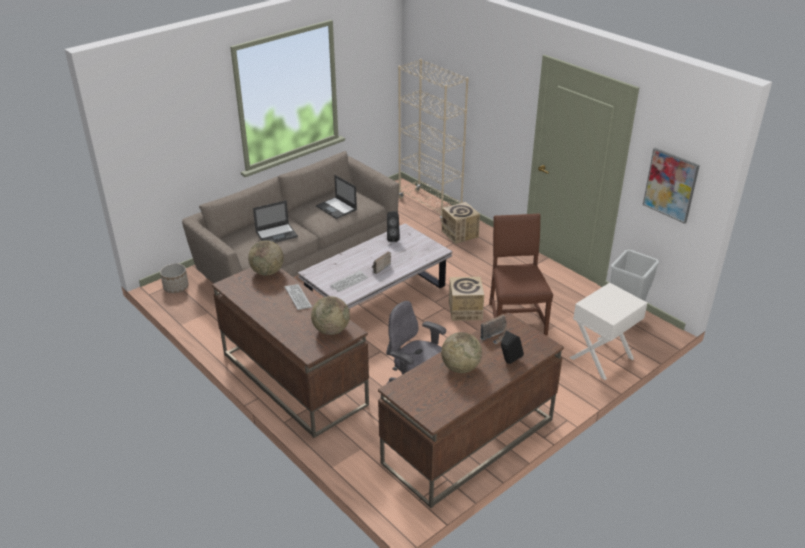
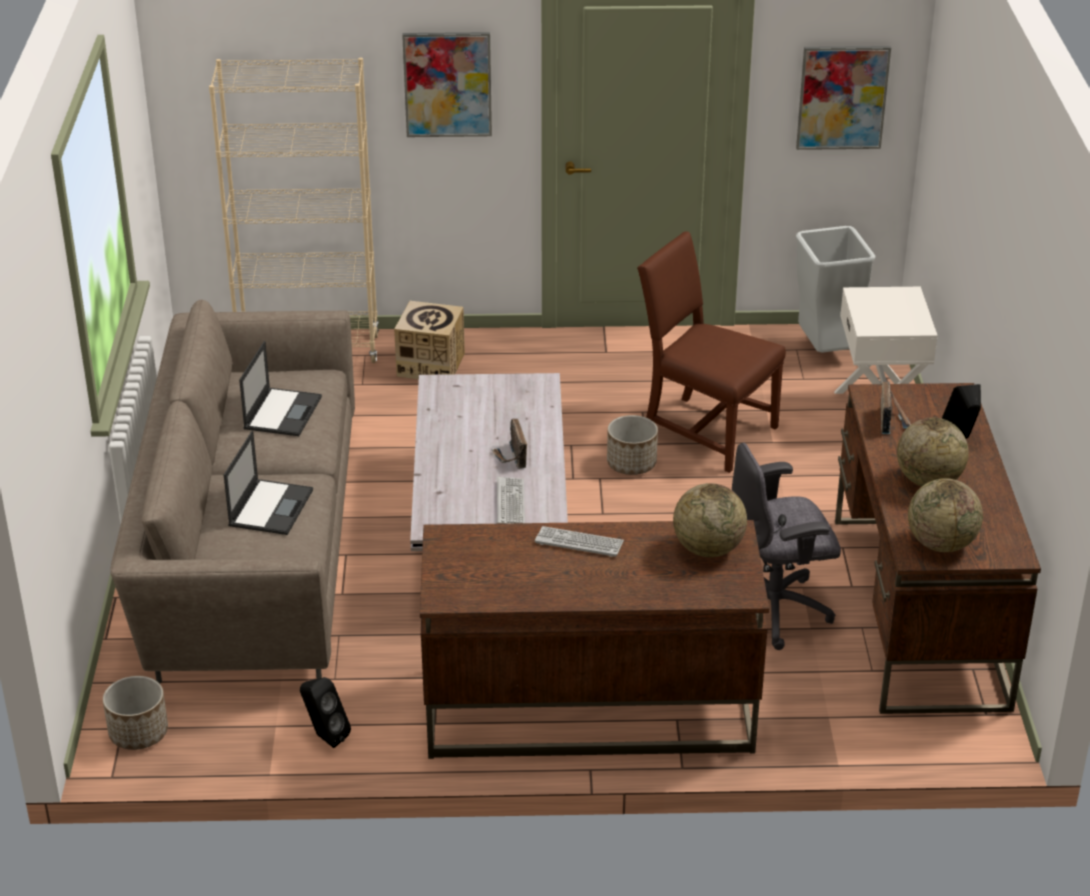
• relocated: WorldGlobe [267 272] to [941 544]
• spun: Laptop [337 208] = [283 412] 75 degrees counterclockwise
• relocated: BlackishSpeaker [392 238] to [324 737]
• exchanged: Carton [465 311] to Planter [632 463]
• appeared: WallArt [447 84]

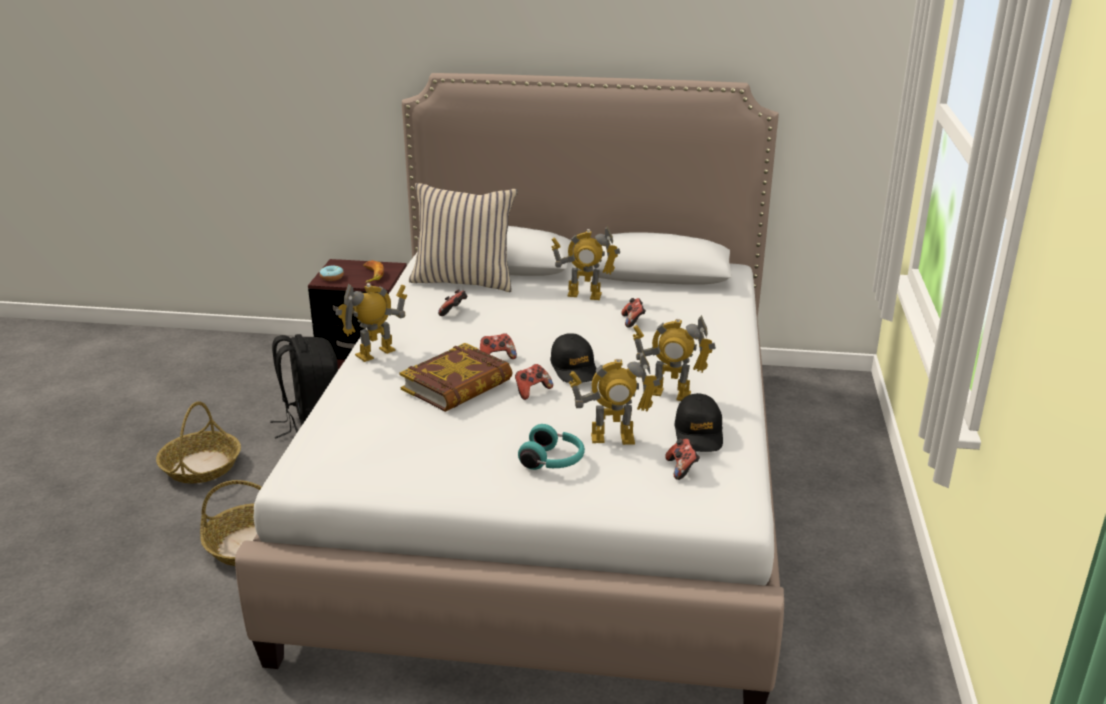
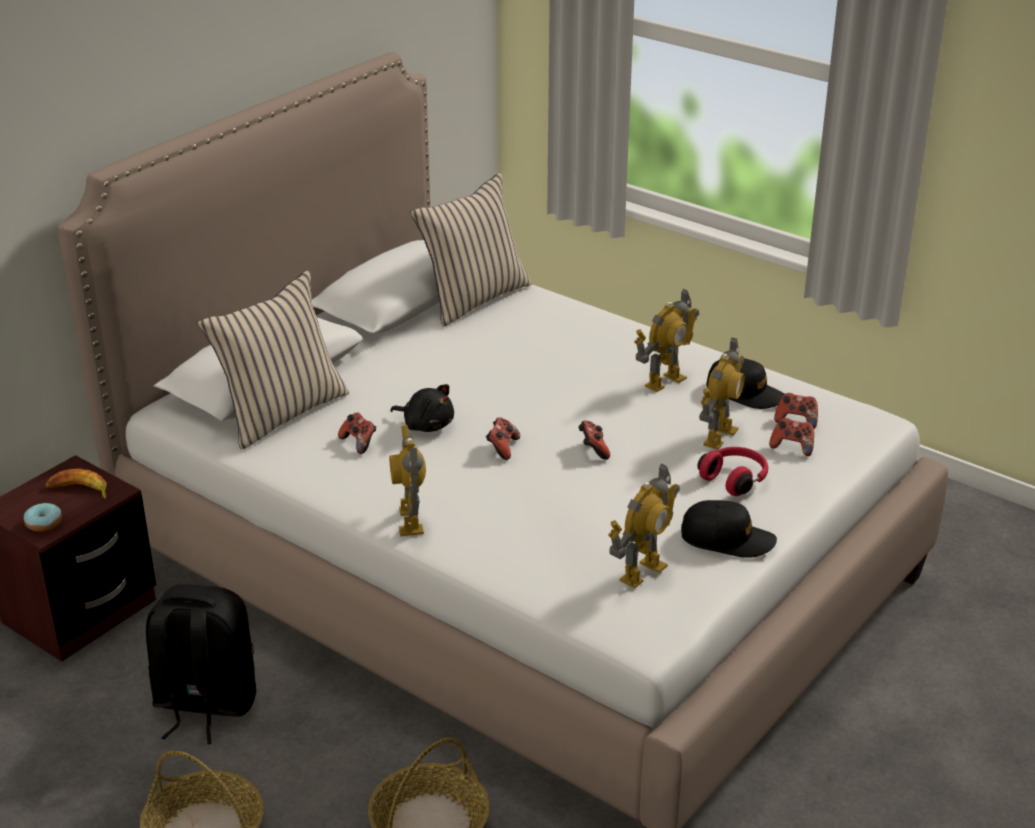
• missing: BoundBook [457 385]
• colour: TurquoiseColouredHeadphones [553 461] to ReddishHeadphones [735 479]
• relocated: BlackishCap [574 368] to [727 539]
• relocated: ToyRobot [584 295] to [642 572]
• relocated: Gamepad [633 321] to [792 447]
• appeared: BlackishPlushToy [426 425]
• appeared: SandColouredPillow [473 299]

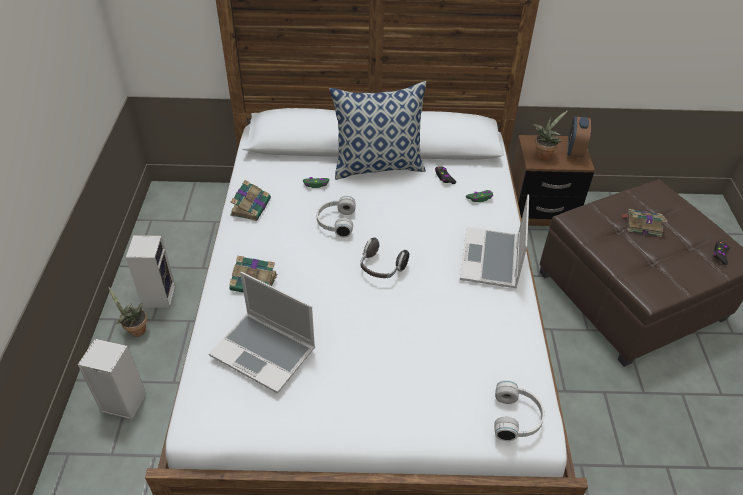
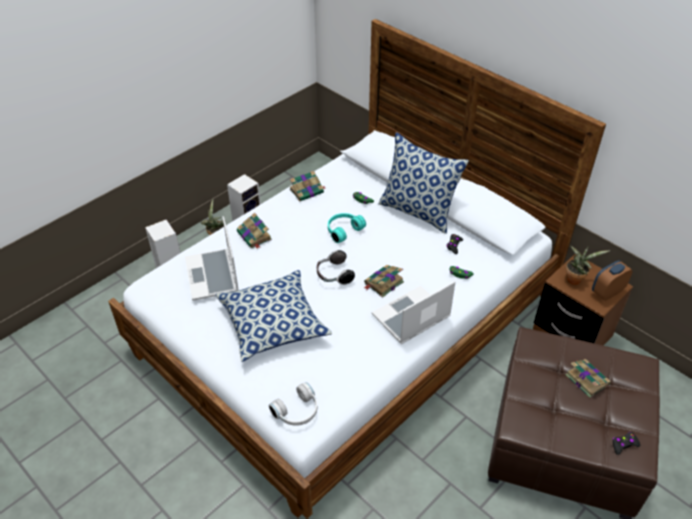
• colour: WhitishHeadphones [335 222] to TurquoiseColouredHeadphones [343 230]
• appeared: Pillow [273 324]
• appeared: BoundBook [383 283]

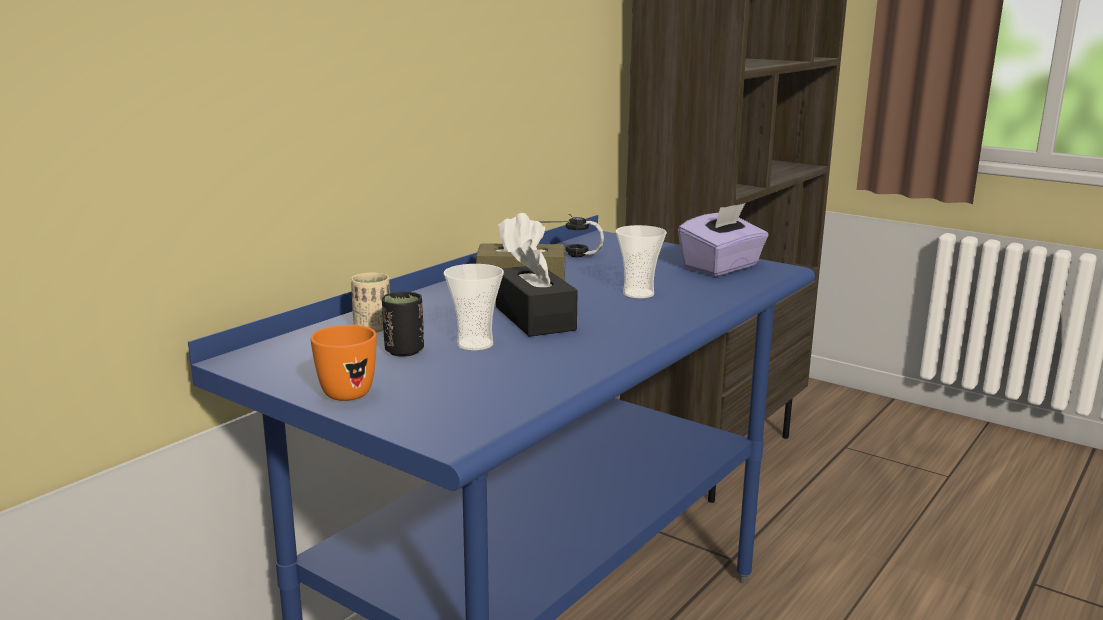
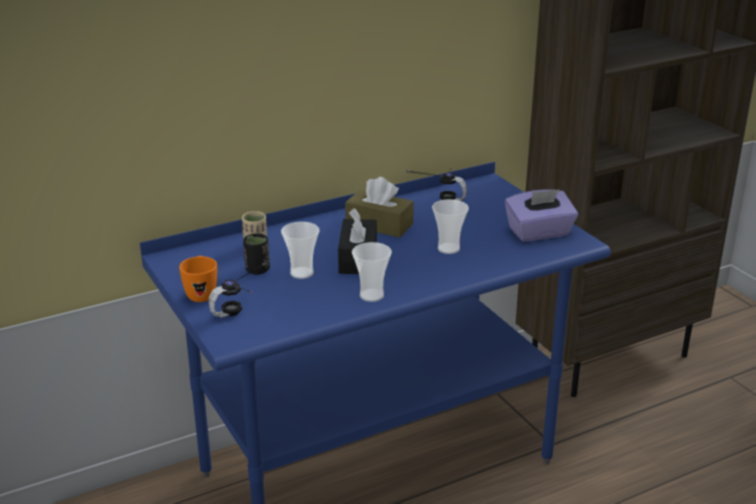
• appeared: Headphones [247 311]
• appeared: SmallCup [371 295]

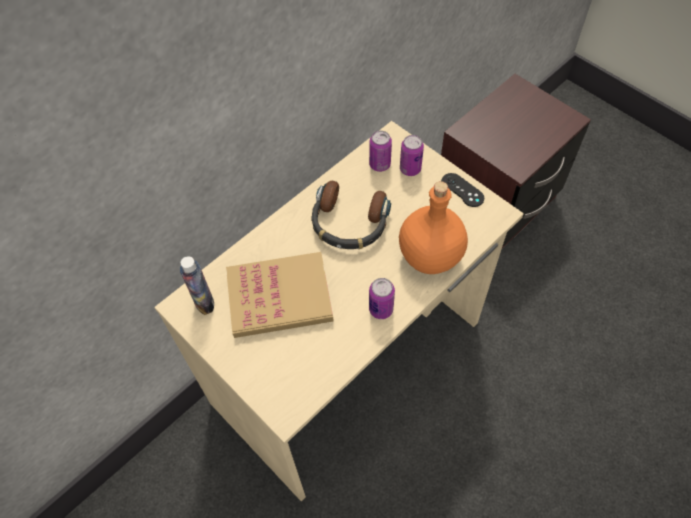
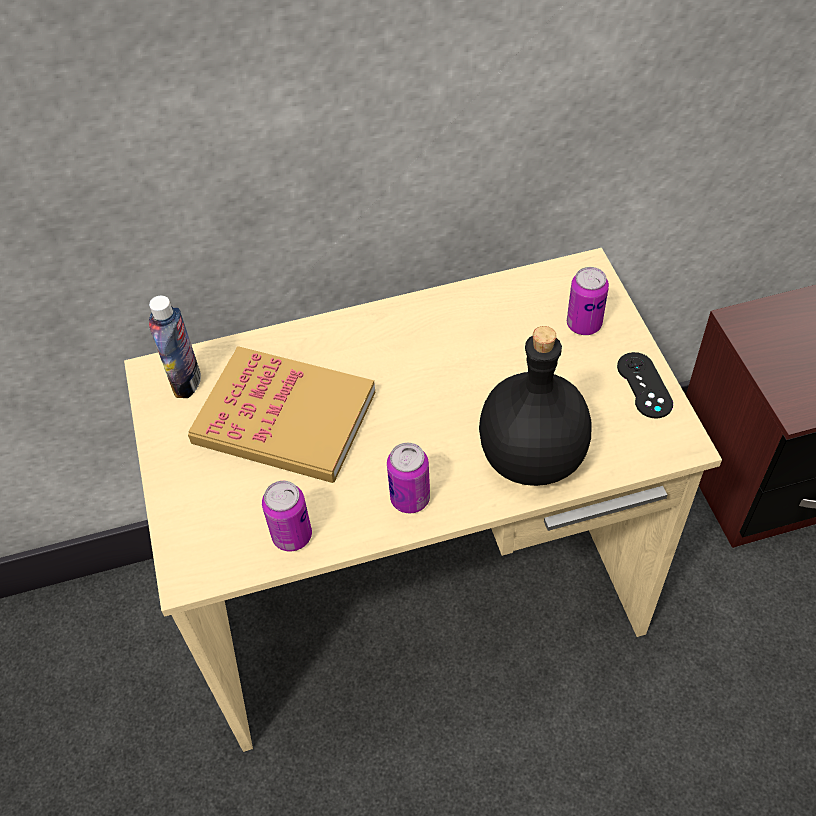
• missing: Headphones [349 223]
• relocated: MetalCan [379 164] to [292 536]
• colour: OrangeBottle [430 255] to BlackishBottle [532 456]

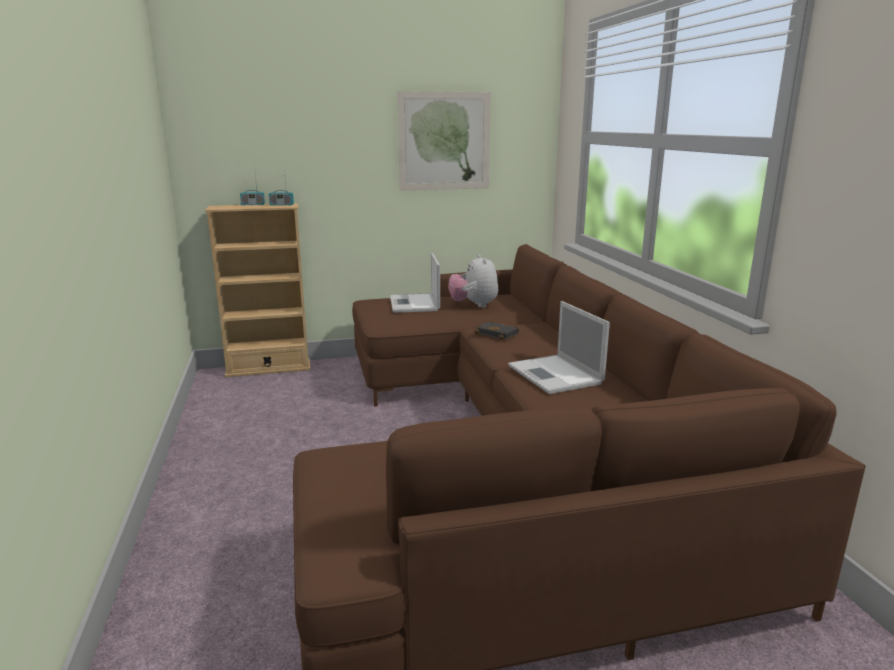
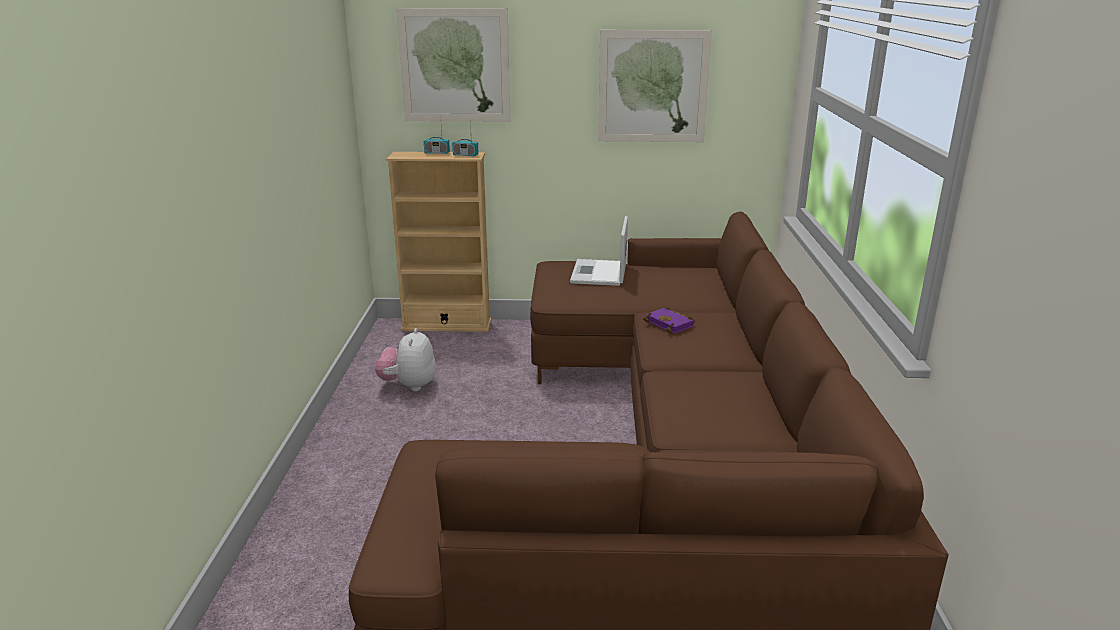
• relocated: PlushToy [474 305] to [409 386]
• colour: BlackishBoundBook [498 334] to PurpleColouredBoundBook [671 324]
• missing: Laptop [556 375]
• appeared: WallArt [455 66]

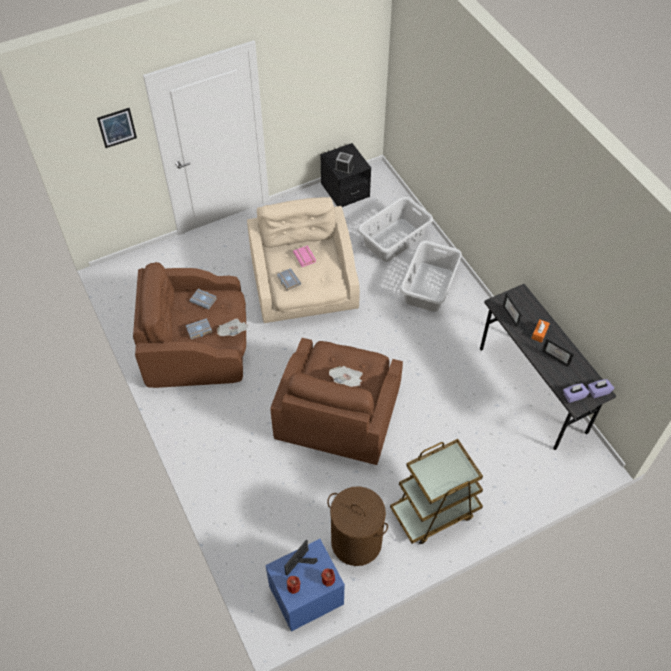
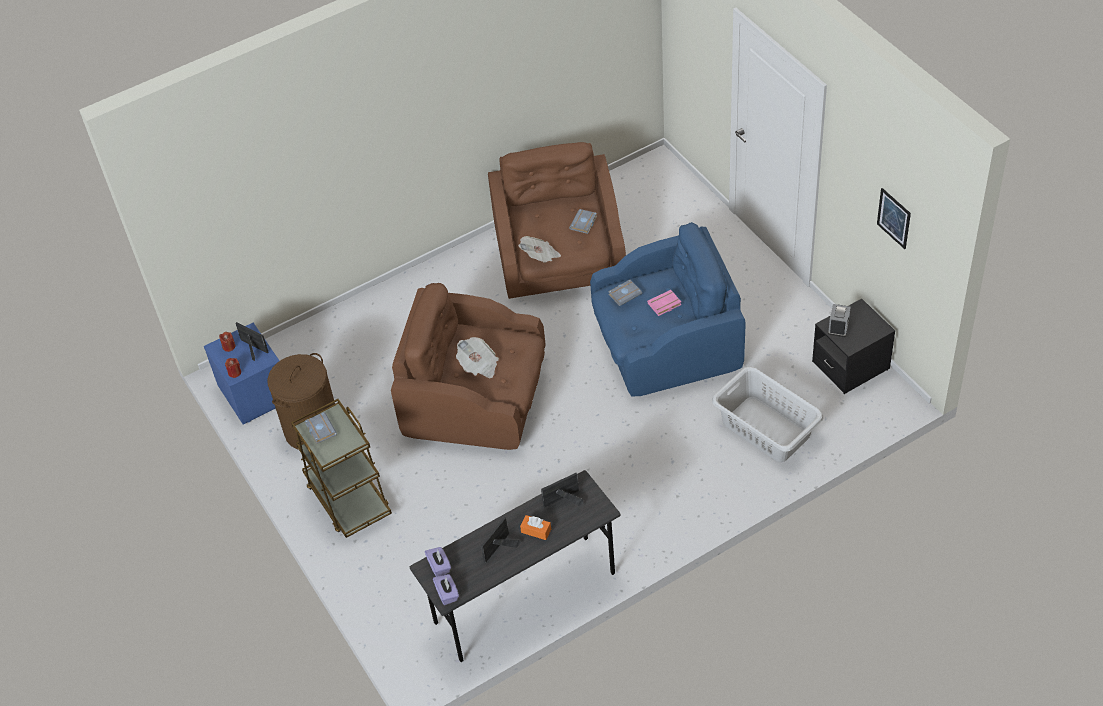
• relocated: WallArt [117 127] to [894 218]
• relocated: GreyishBoundBook [198 330] to [320 429]
• colour: SandColouredEasyChair [304 287] to BlueColouredEasyChair [664 342]
• missing: GreyishLaundryBasket [428 287]

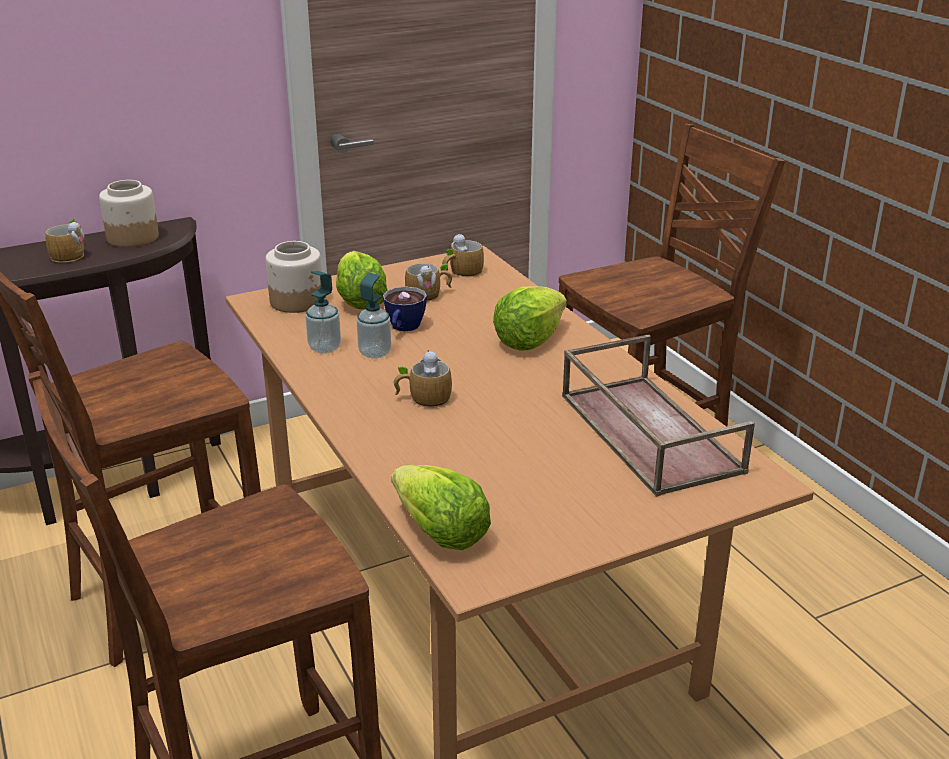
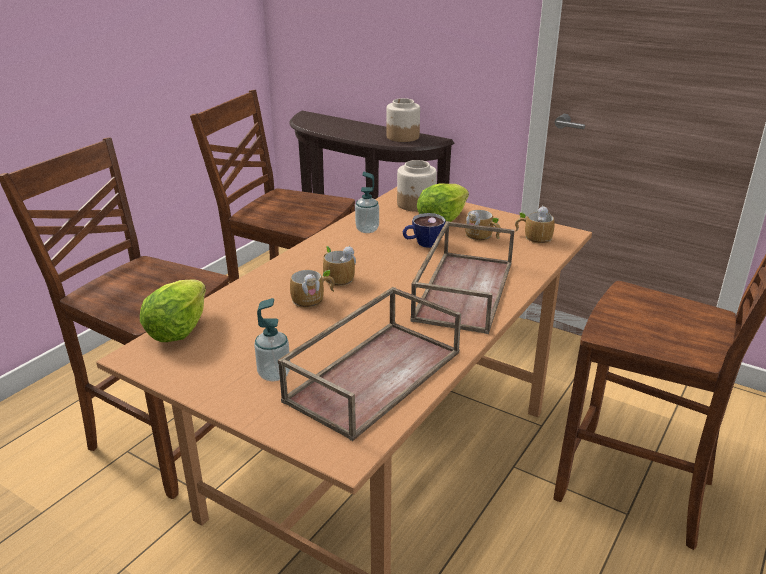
• relocated: Mug [71 254] to [313 299]
• relocated: LiquidSoapBottle [375 353] to [274 374]
• exchanged: HeadOfLettuce [529 340] to BrownColouredServingTray [463 289]

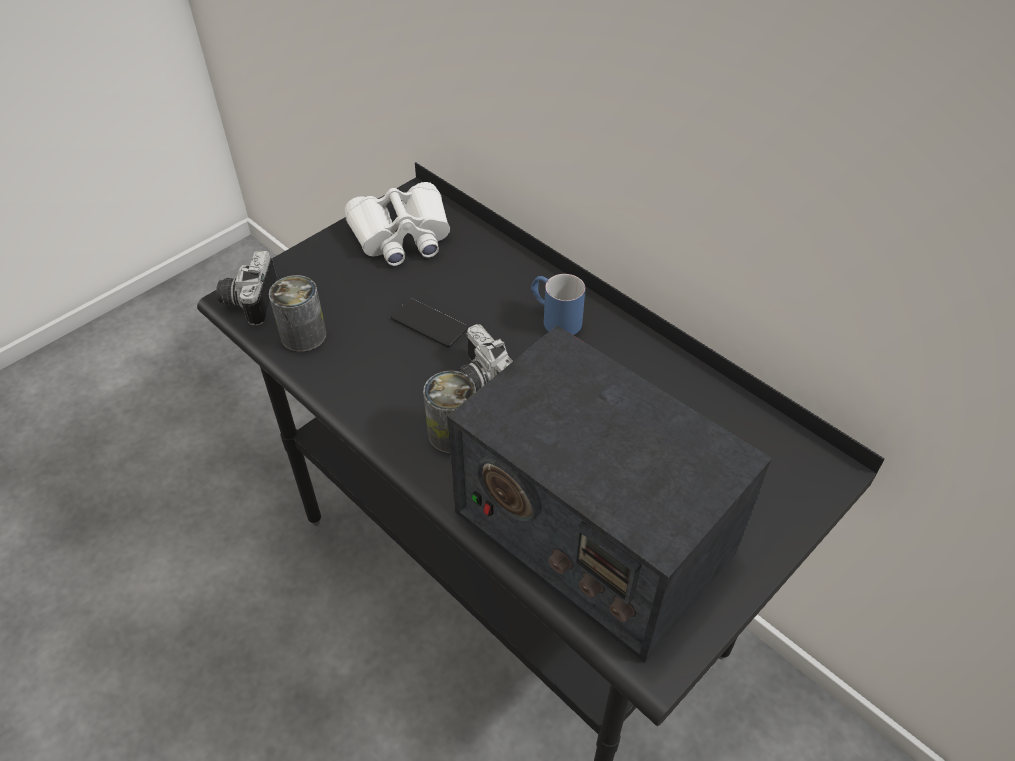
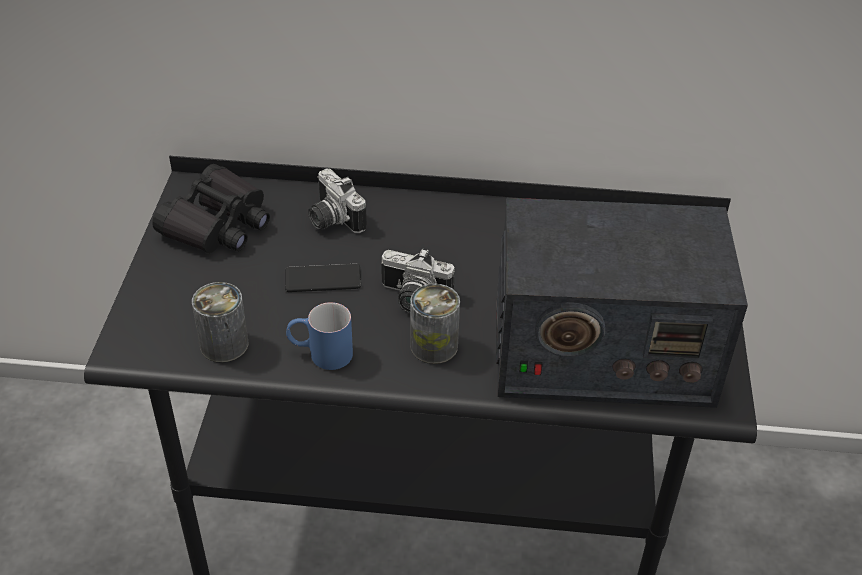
• relocated: PhotoCamera [248 300] to [331 219]
• colour: WhitishBinoculars [402 236] to BlackishBinoculars [218 224]
• relocated: BlueColouredMug [554 318] to [320 354]

